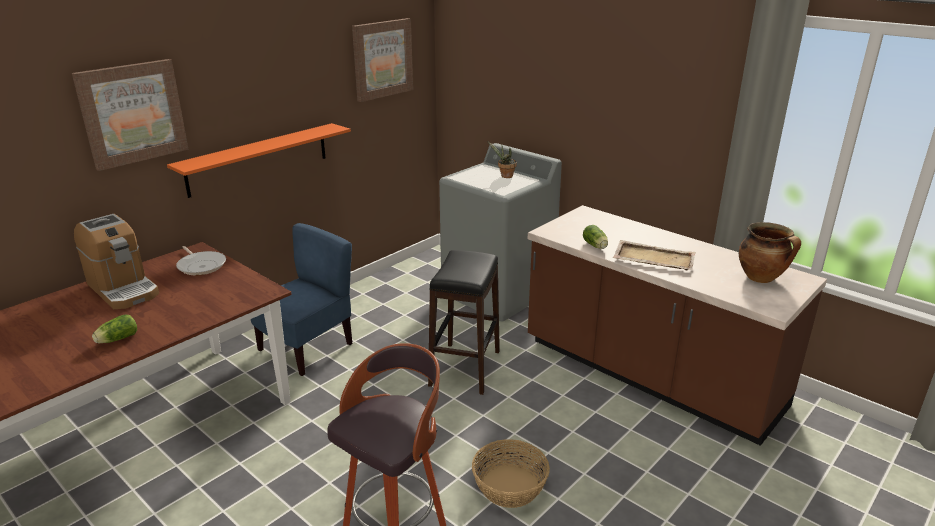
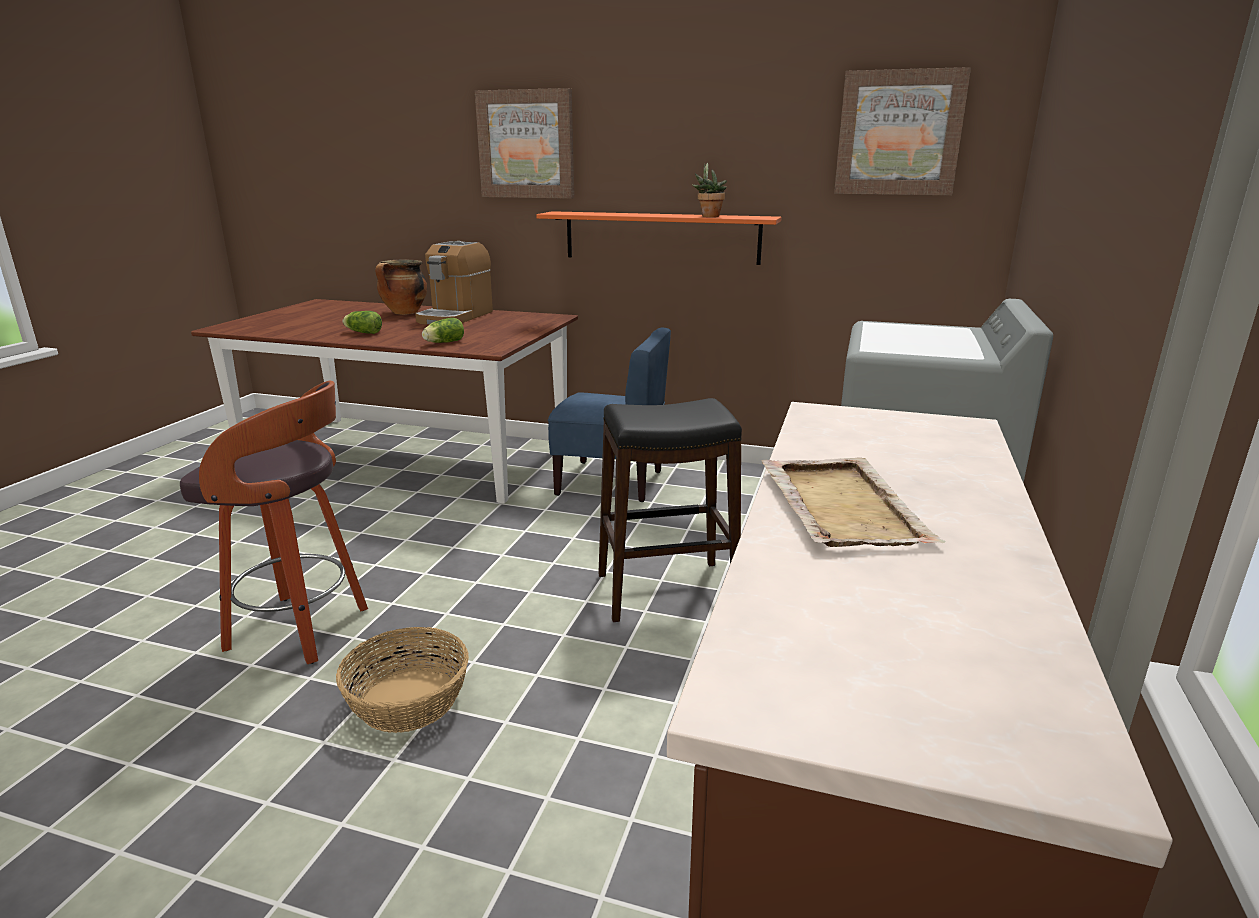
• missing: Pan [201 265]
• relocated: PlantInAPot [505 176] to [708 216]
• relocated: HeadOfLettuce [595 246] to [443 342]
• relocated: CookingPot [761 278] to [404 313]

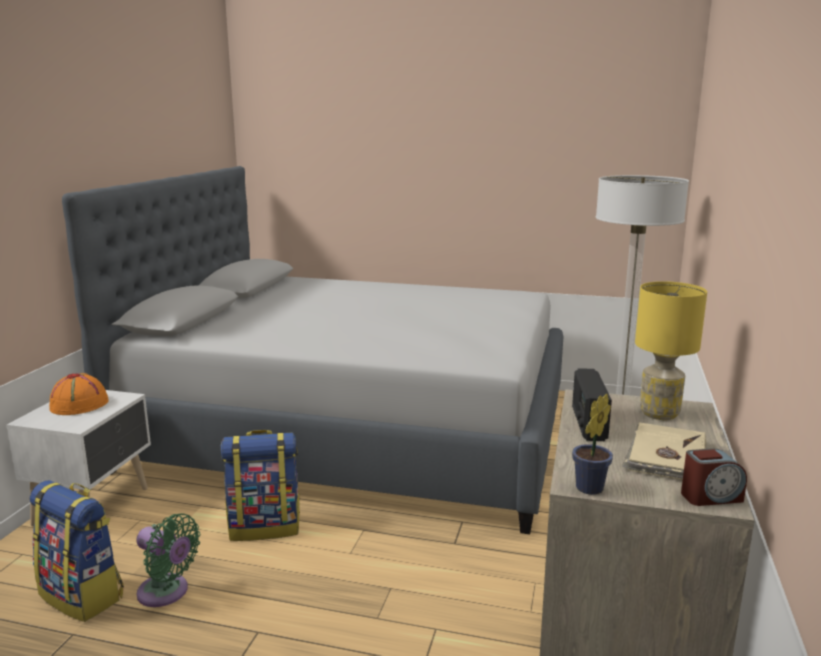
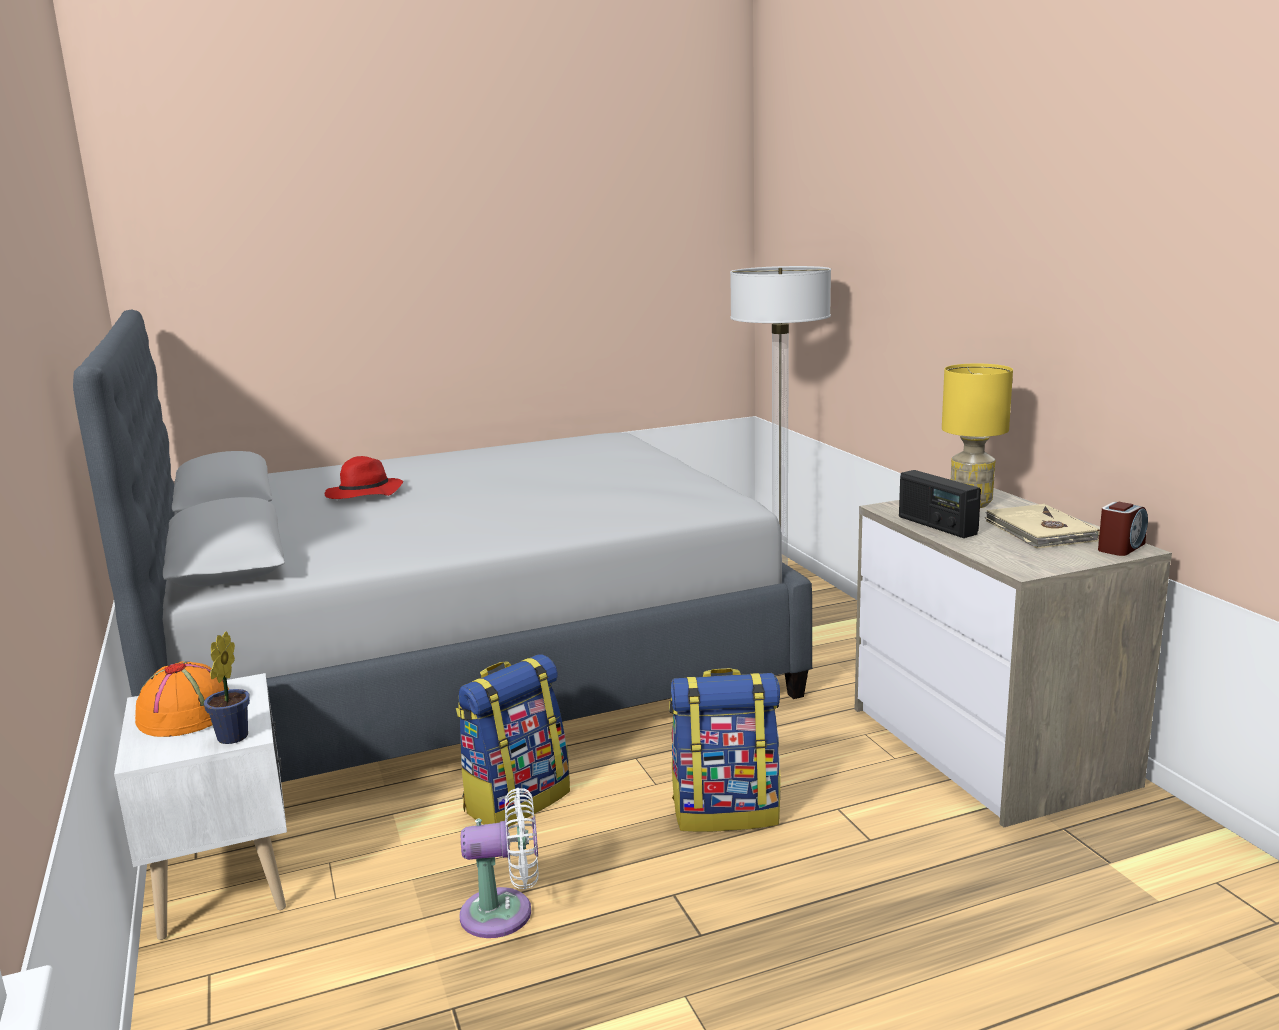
• relocated: Backpack [83 595] to [726 812]
• colour: GreenCoolingFan [166 593] to WhitishCoolingFan [504 913]
• relocated: PlantInAPot [587 489] to [230 739]
• appeared: ReddishWearableHat [364 495]

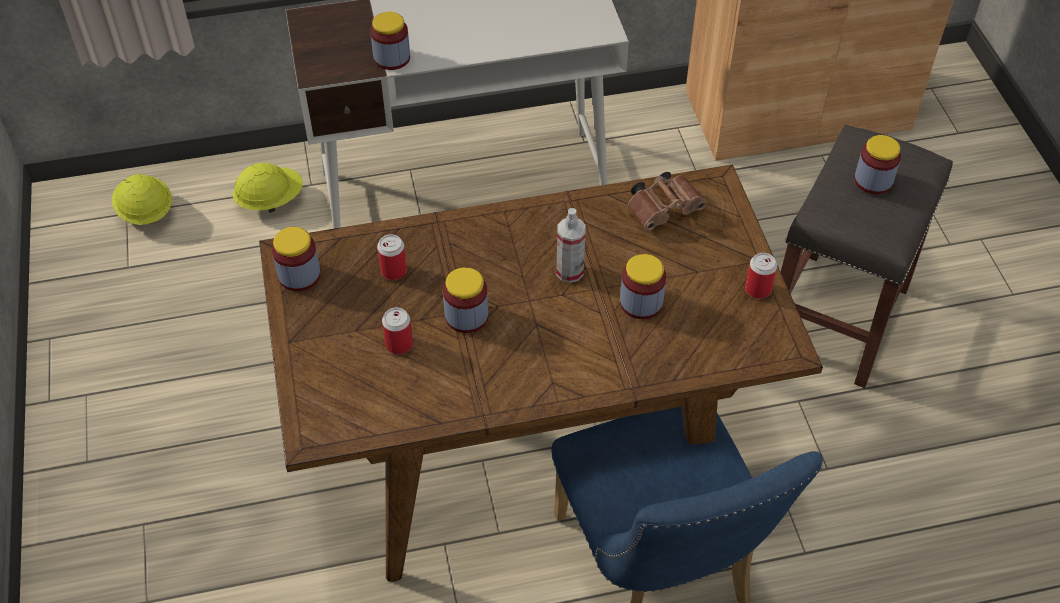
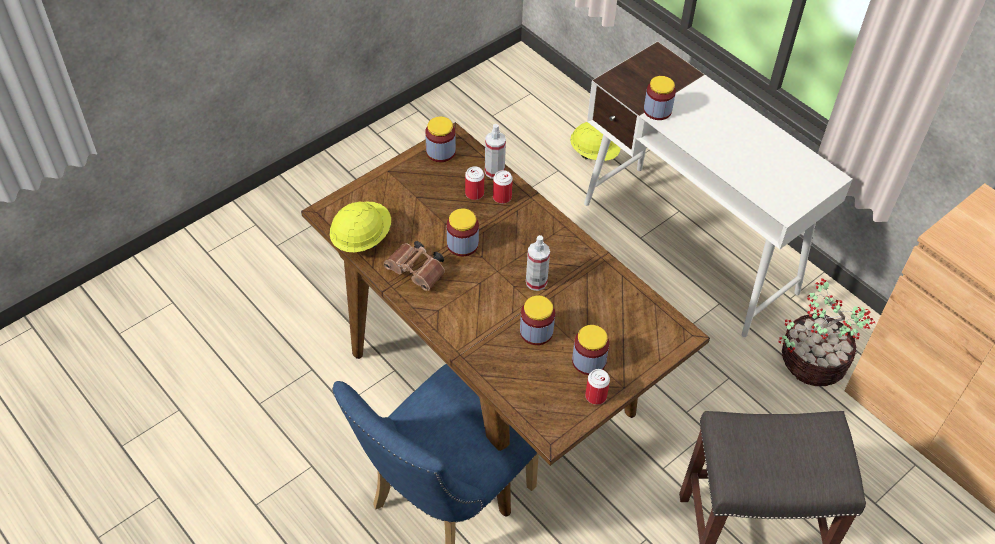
• relocated: YellowColouredWorkHelmet [145 212] to [361 238]
• relocated: MetalCan [399 344] to [502 197]
• relocated: BrownColouredBinoculars [665 209] to [418 272]
• relocated: PreserveJar [873 181] to [589 361]
• appeared: HandSprayer [494 171]
• appeared: PlantInAPot [810 361]

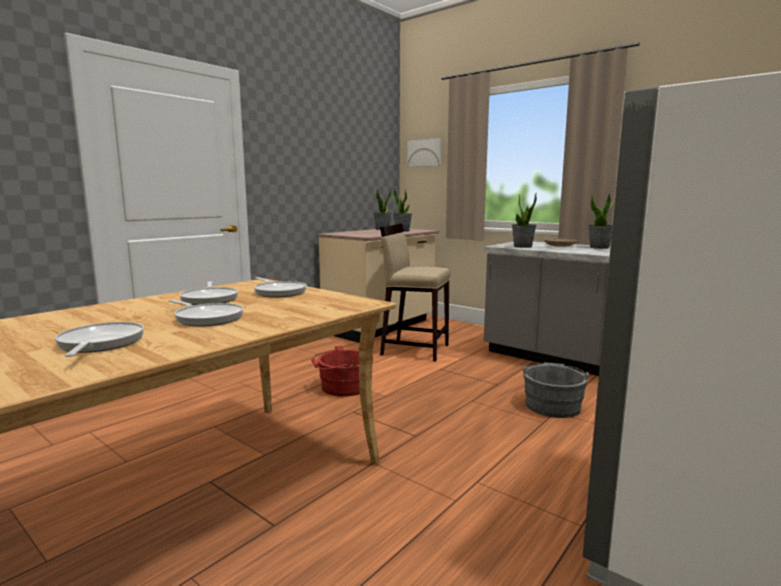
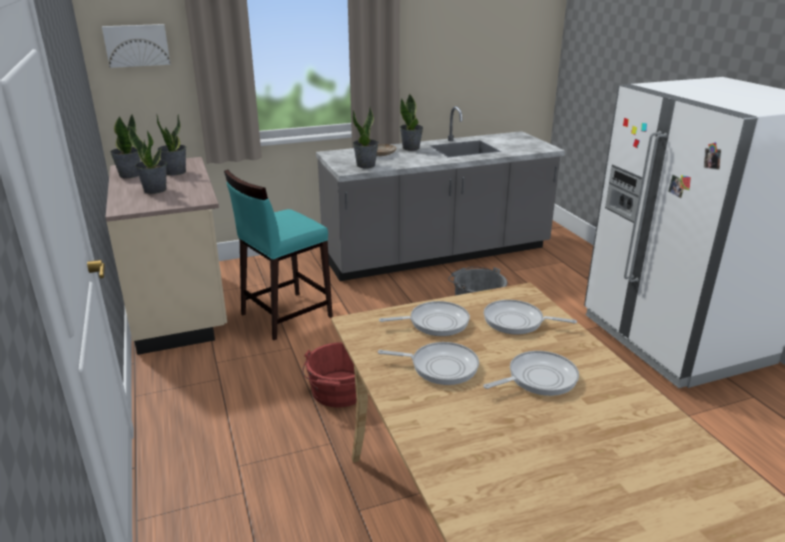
• relocated: Pan [99 344] to [517 321]
• colour: SandColouredSittingStool [414 349] to TurquoiseColouredSittingStool [285 315]
• appeared: PlantInAPot [155 190]

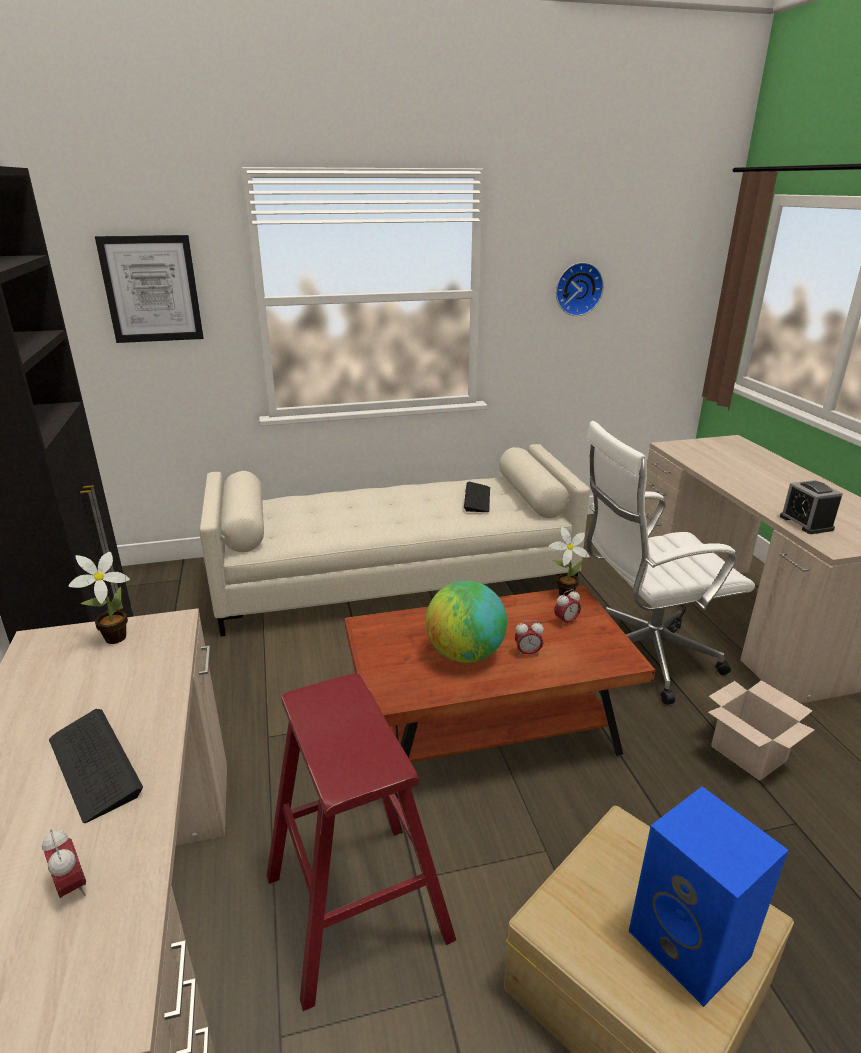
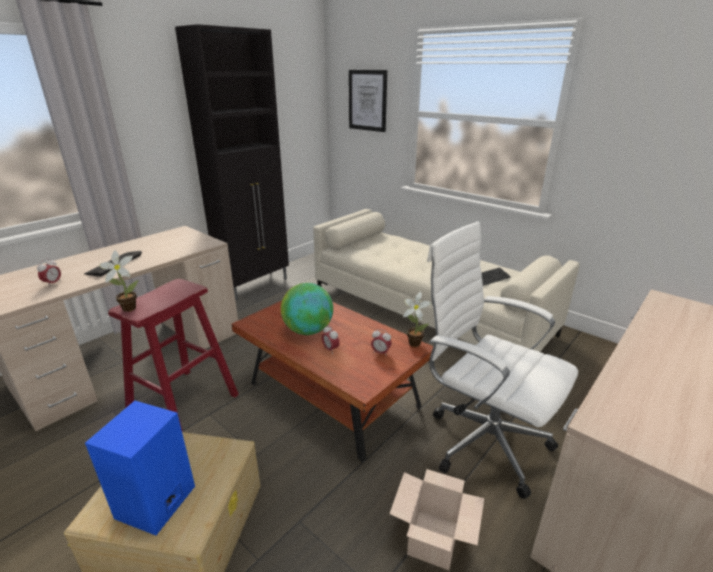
• relocated: PlantInAPot [111 639] to [127 308]
• missing: WallClock [577 289]
• missing: TableClock [806 523]

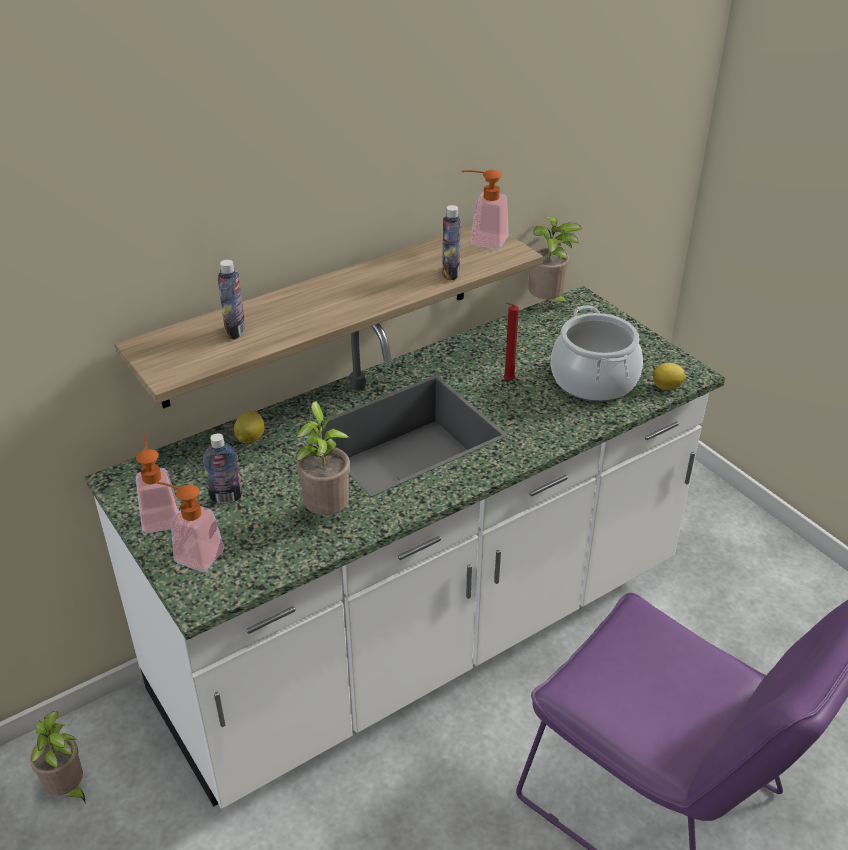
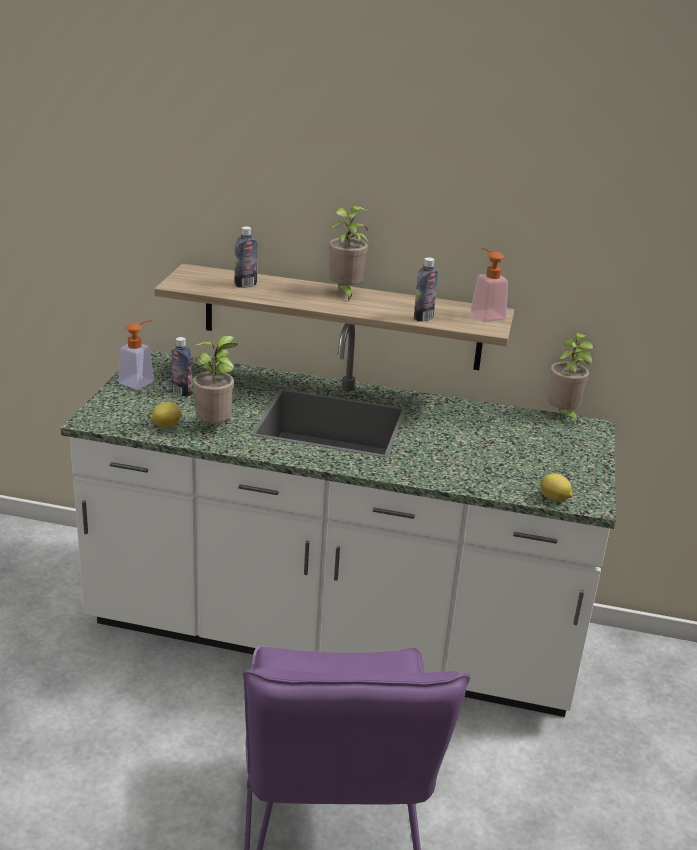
• relocated: PlantInAPot [68 790] to [345 293]
• missing: LiquidSoapBottle [192 553]
• relocated: Lemon [250 439] to [165 425]
• missing: ReddishWaxLight [507 381]
• missing: CookingPot [594 380]

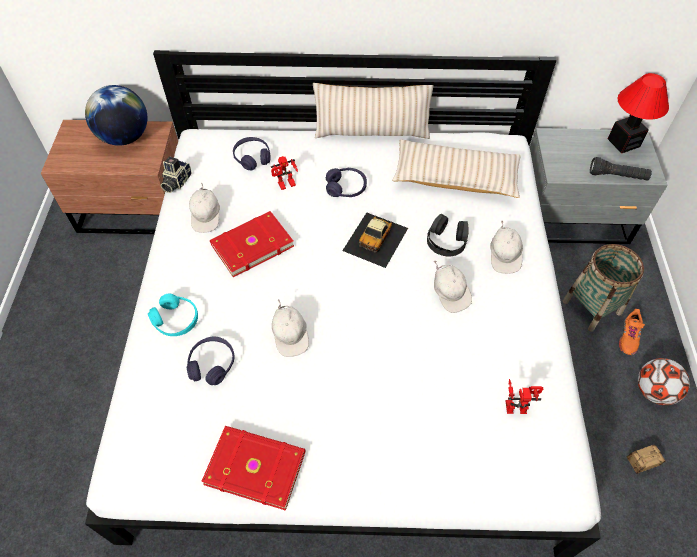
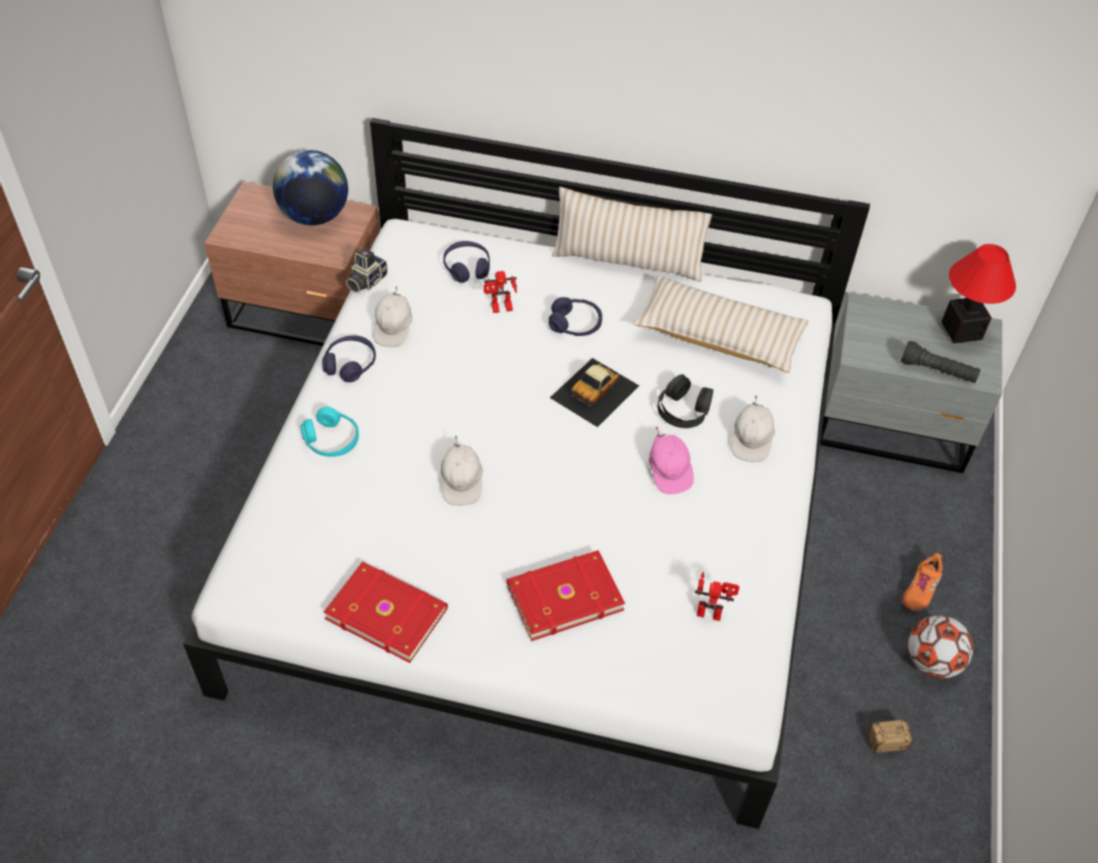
• relocated: PurpleColouredHeadphones [212 364] to [350 364]
• relocated: ReddishBoundBook [251 245] to [563 596]
• colour: WhitishCap [450 293] to PinkColouredCap [669 471]
• missing: HouseholdBasket [591 307]

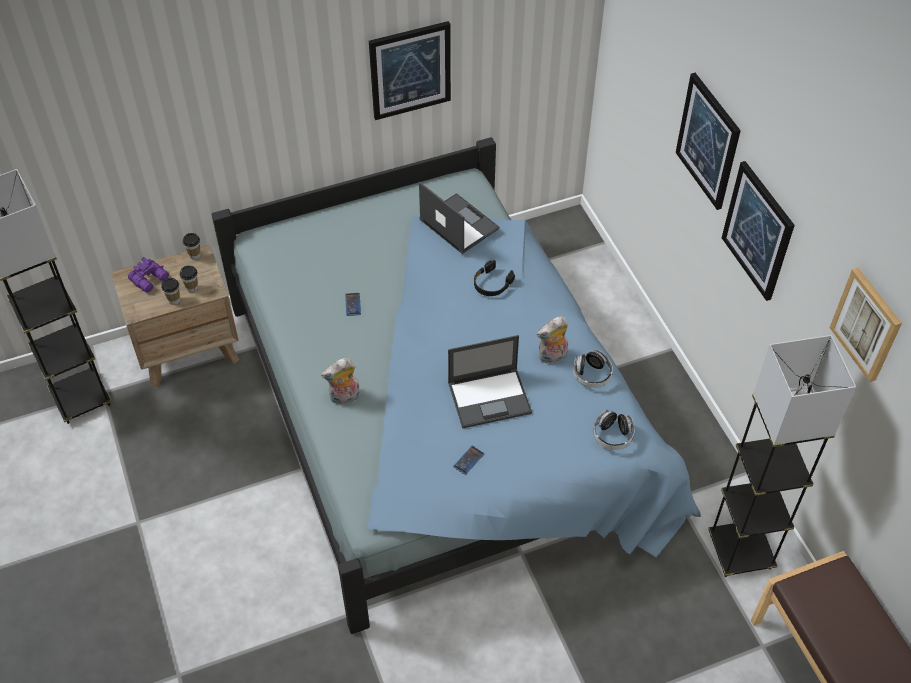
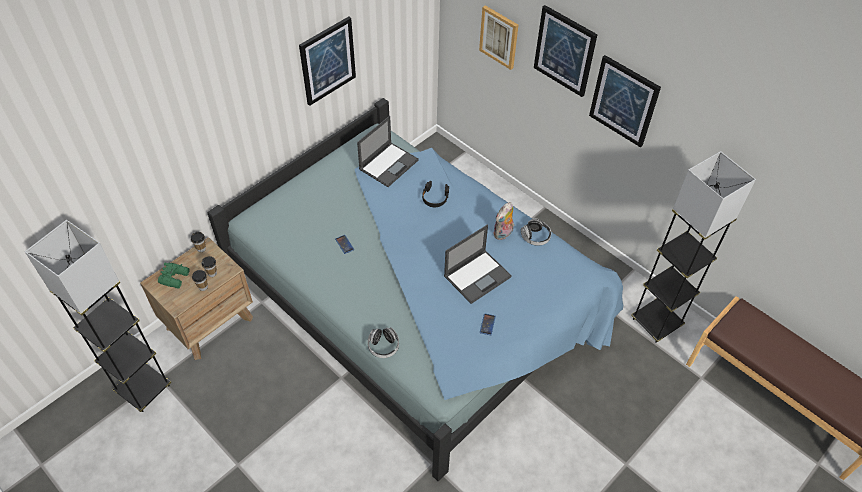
• colour: PurpleColouredBinoculars [150 279] to GreenBinoculars [175 277]
• missing: PlushToy [344 398]
• spun: Laptop [458 223] = [389 164] 105 degrees clockwise
• relocated: Headphones [612 436] to [383 346]
• relocated: WallArt [867 324] to [499 37]

